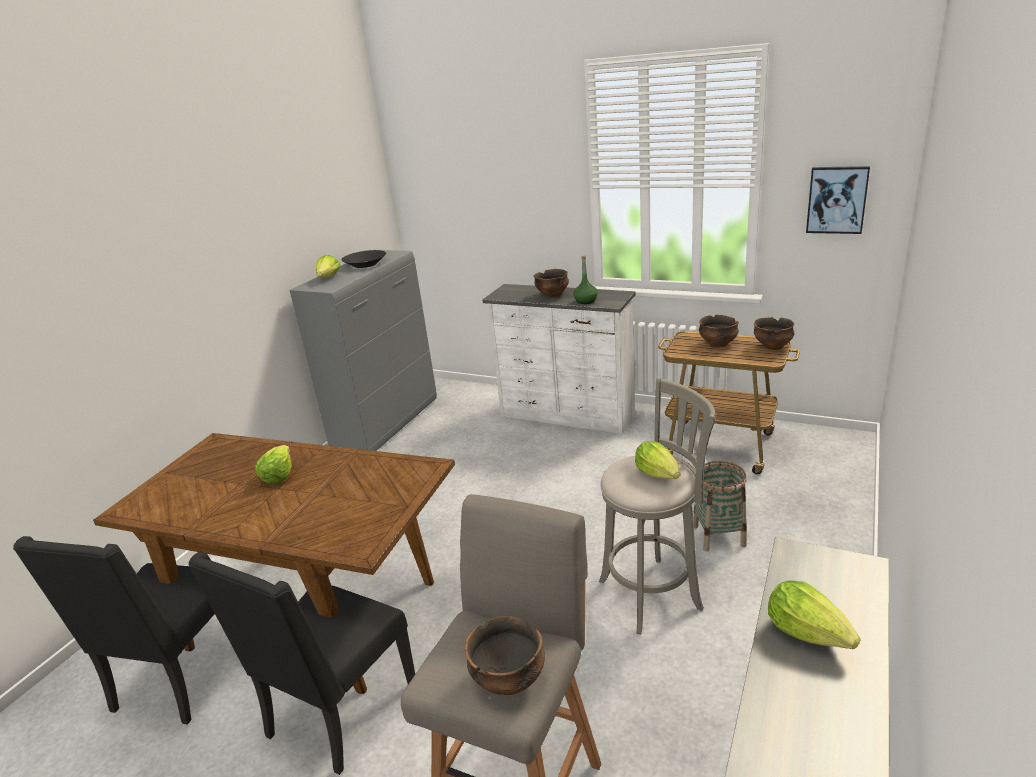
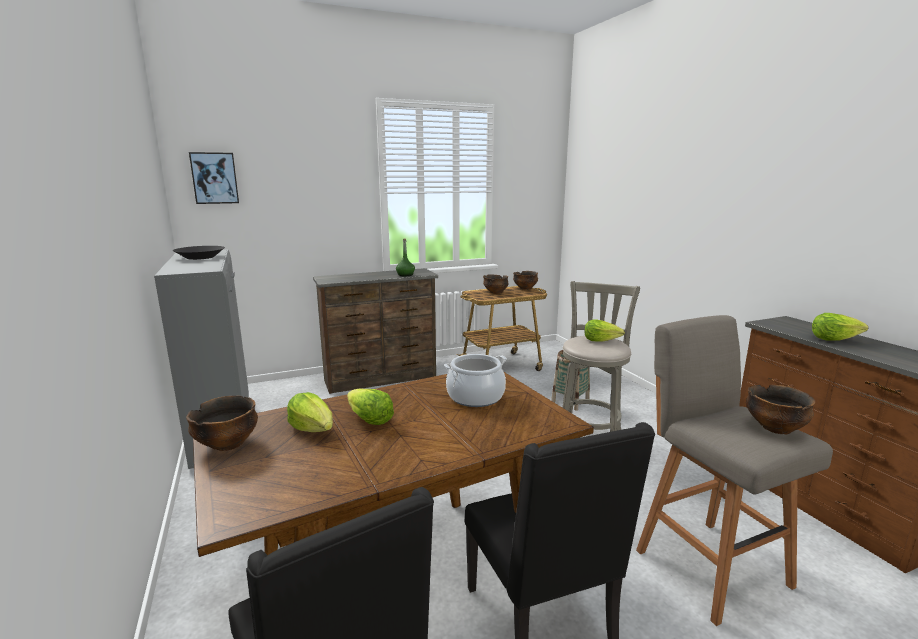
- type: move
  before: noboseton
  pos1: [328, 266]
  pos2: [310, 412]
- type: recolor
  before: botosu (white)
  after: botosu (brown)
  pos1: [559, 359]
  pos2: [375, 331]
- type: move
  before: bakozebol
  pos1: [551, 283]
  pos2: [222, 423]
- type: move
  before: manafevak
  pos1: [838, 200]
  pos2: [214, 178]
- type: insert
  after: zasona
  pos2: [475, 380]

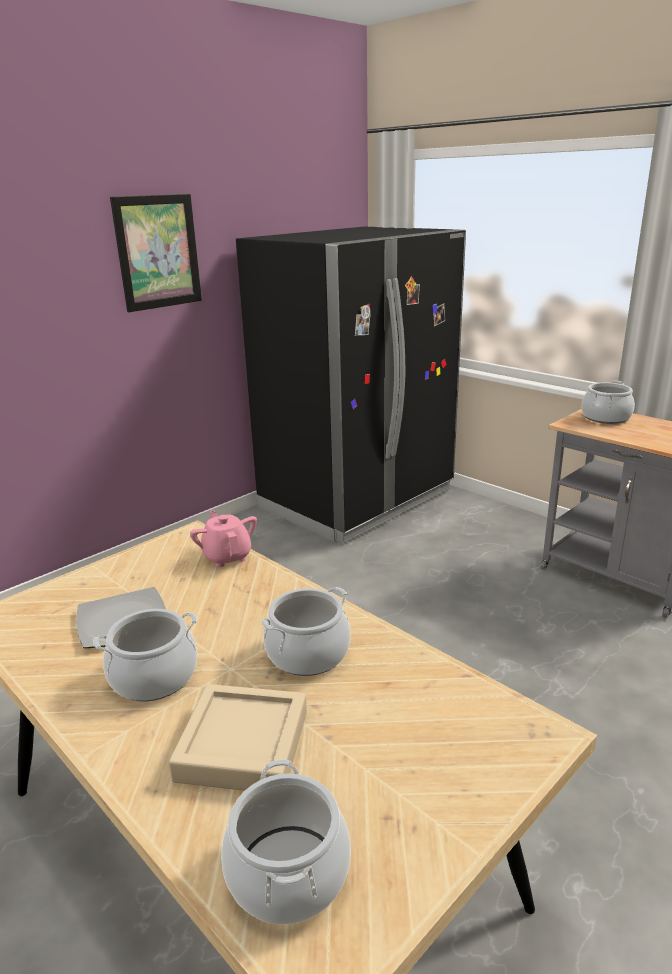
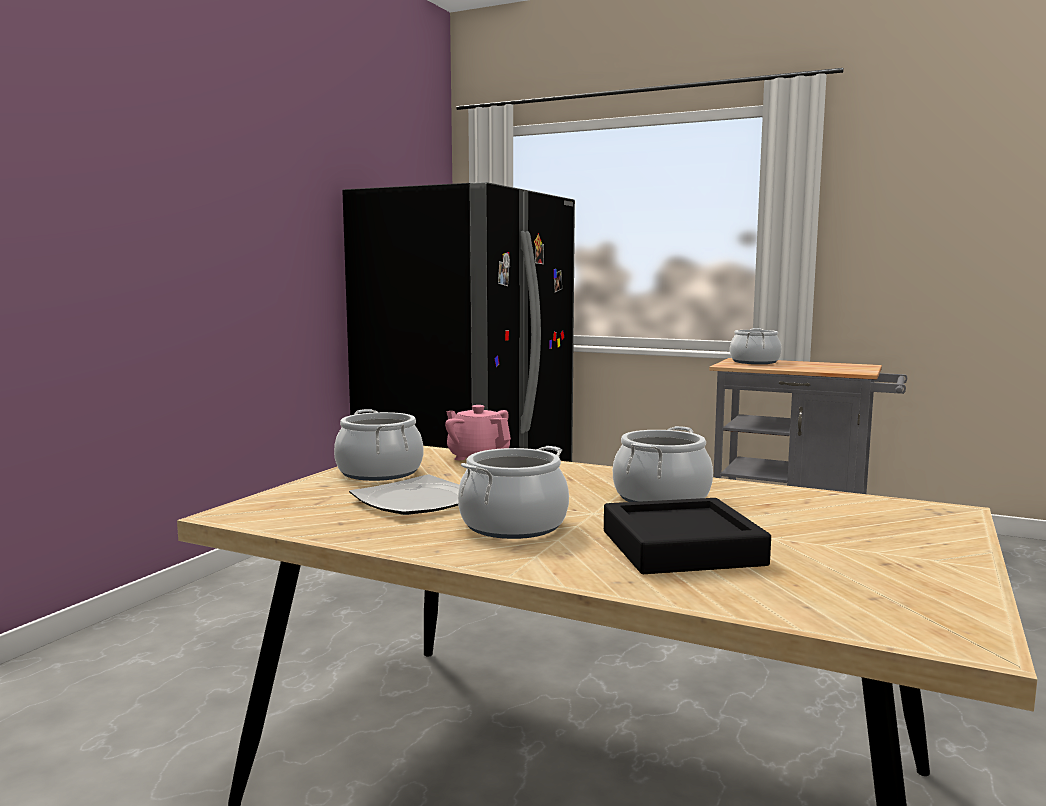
- type: delete
  before: manafevak
  pos1: [156, 253]
- type: recolor
  before: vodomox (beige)
  after: vodomox (black)
  pos1: [238, 737]
  pos2: [687, 536]
- type: move
  before: zasona
  pos1: [286, 842]
  pos2: [379, 445]

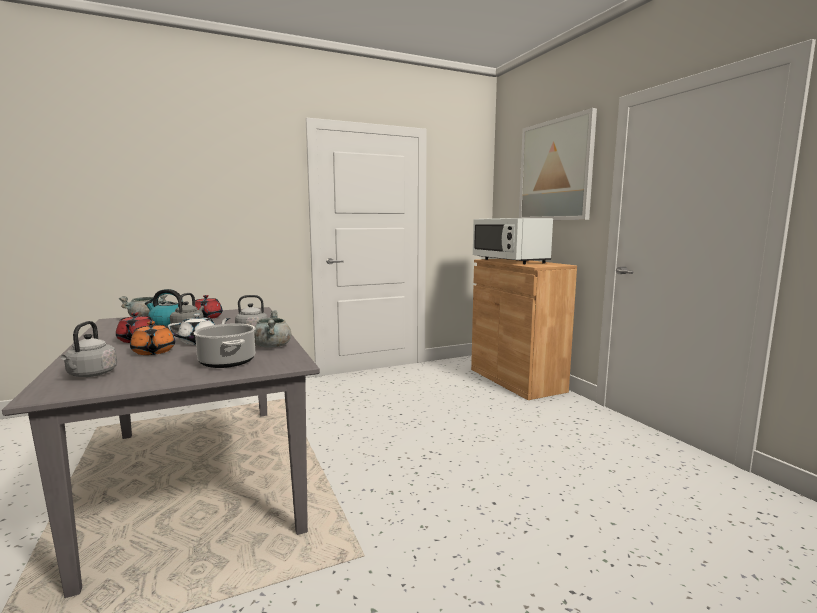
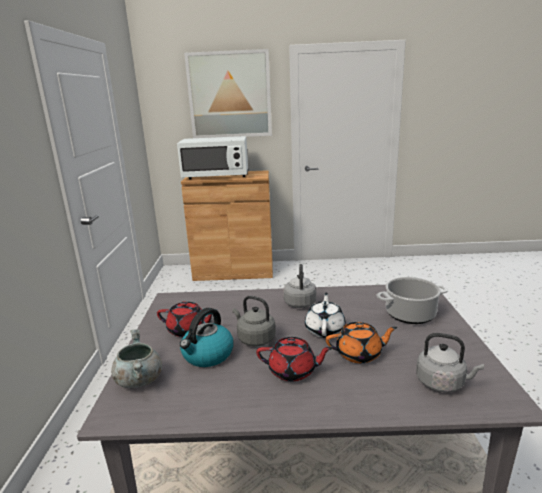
- type: delete
  before: zasona (grey)
  pos1: [273, 329]

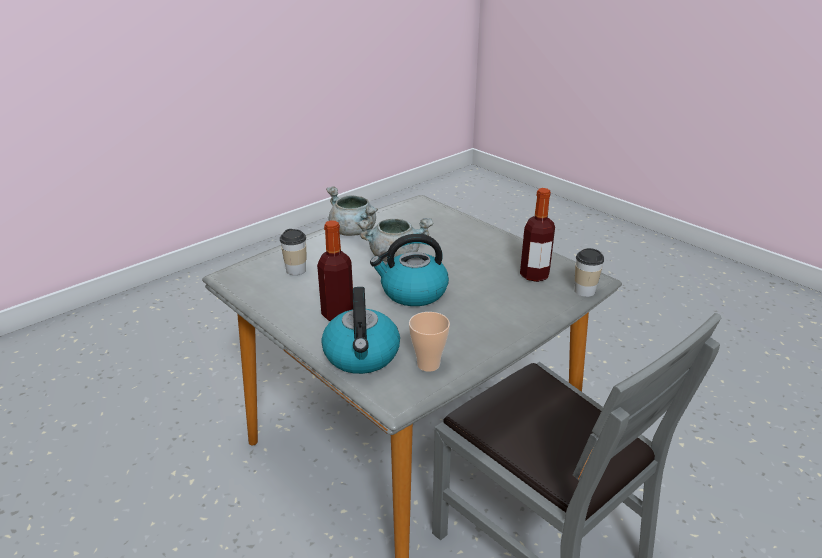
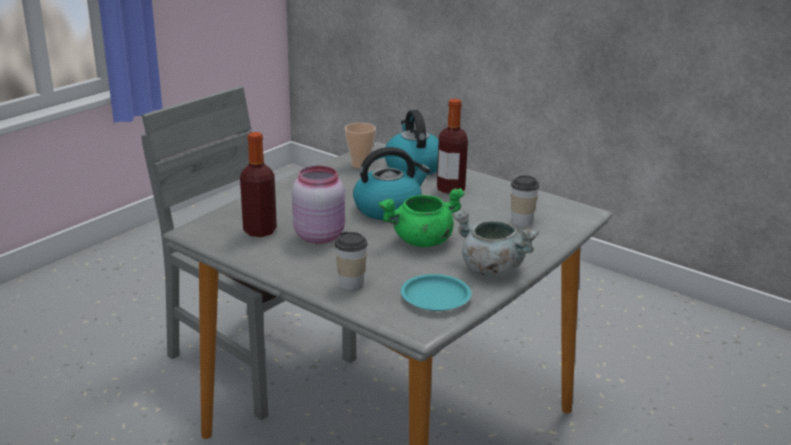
- type: recolor
  before: zasona (grey)
  after: zasona (green)
  pos1: [395, 240]
  pos2: [421, 217]
- type: move
  before: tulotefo
  pos1: [589, 272]
  pos2: [351, 261]
- type: insert
  after: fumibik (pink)
  pos2: [318, 205]
- type: insert
  after: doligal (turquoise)
  pos2: [436, 292]

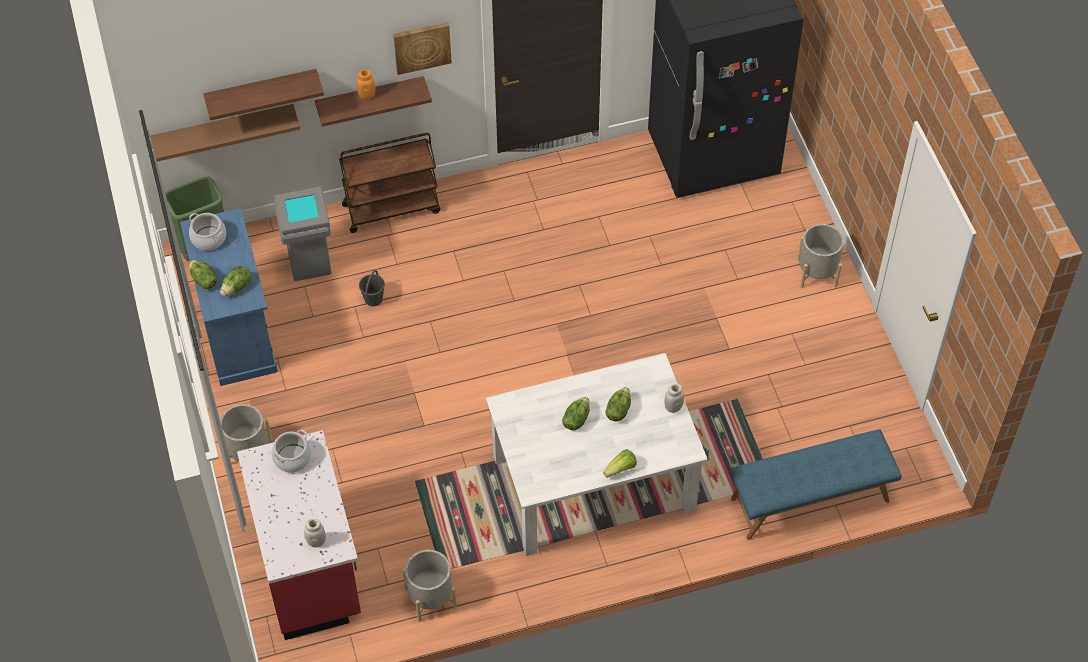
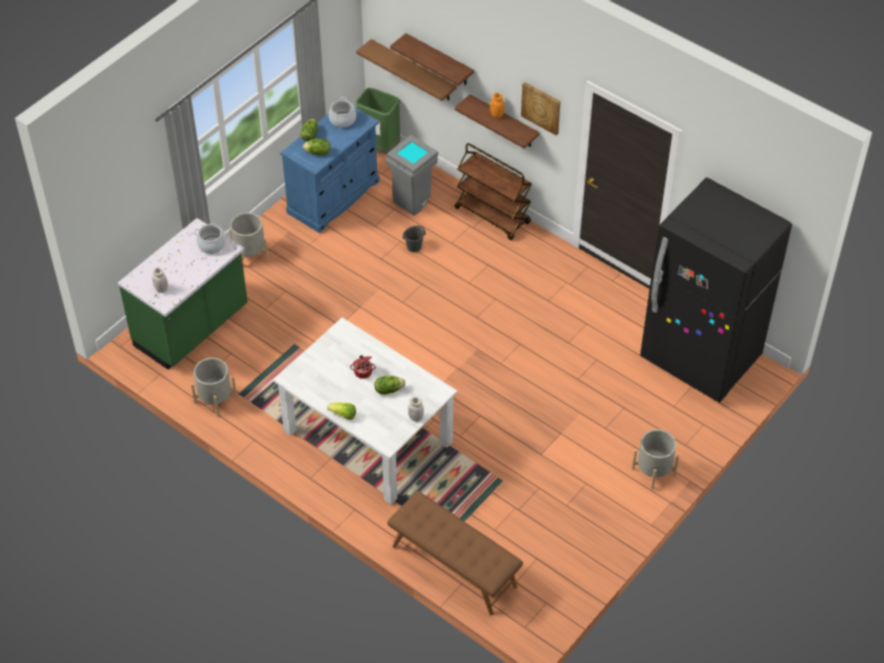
- type: recolor
  before: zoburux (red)
  after: zoburux (green)
  pos1: [299, 535]
  pos2: [183, 294]
- type: replace
  before: noboseton
  after: zasona
  pos1: [576, 413]
  pos2: [363, 367]
- type: recolor
  before: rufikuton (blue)
  after: rufikuton (brown)
  pos1: [816, 484]
  pos2: [455, 553]

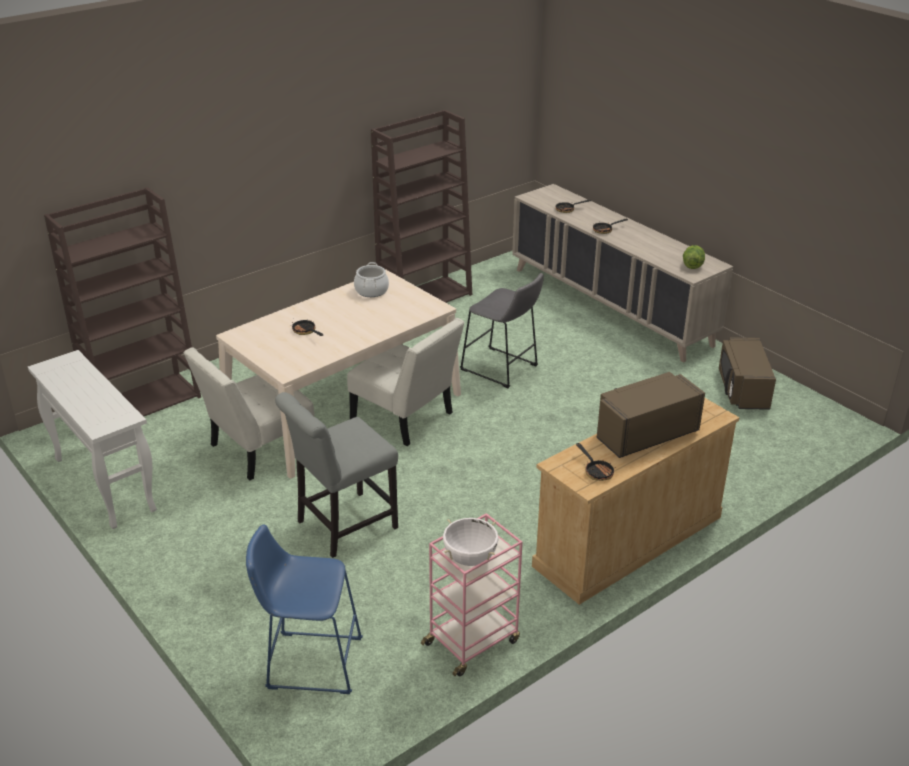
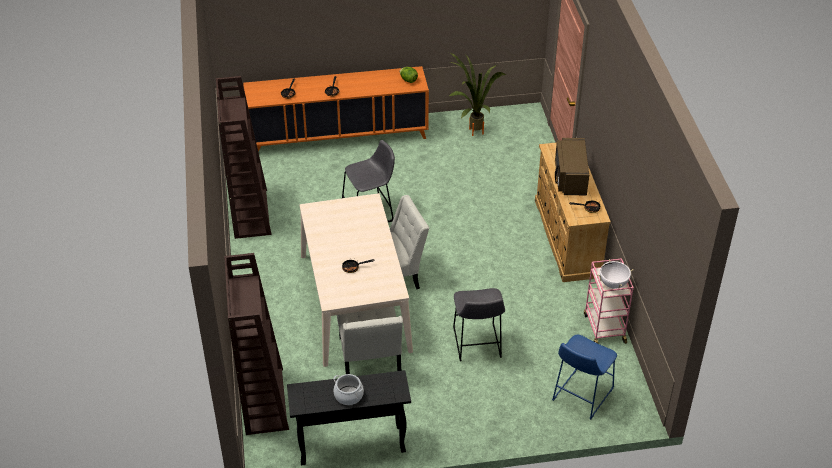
- type: recolor
  before: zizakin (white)
  after: zizakin (black)
  pos1: [92, 439]
  pos2: [349, 417]
- type: replace
  before: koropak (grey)
  after: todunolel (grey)
  pos1: [336, 475]
  pos2: [479, 324]
- type: move
  before: zasona
  pos1: [371, 279]
  pos2: [348, 389]
- type: recolor
  before: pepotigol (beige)
  after: pepotigol (orange)
  pos1: [622, 273]
  pos2: [336, 109]
- type: replace
  before: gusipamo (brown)
  after: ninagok
  pos1: [747, 373]
  pos2: [477, 94]

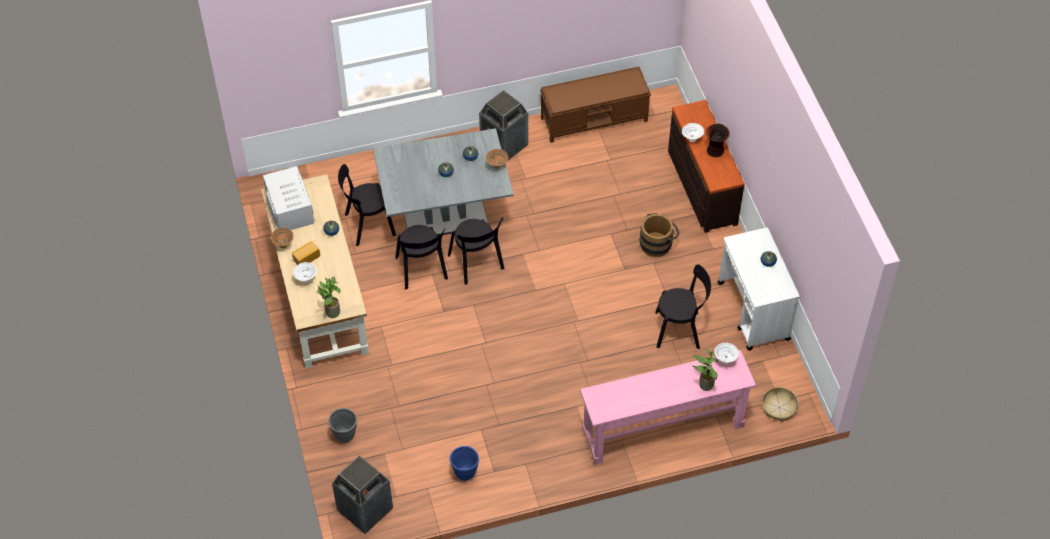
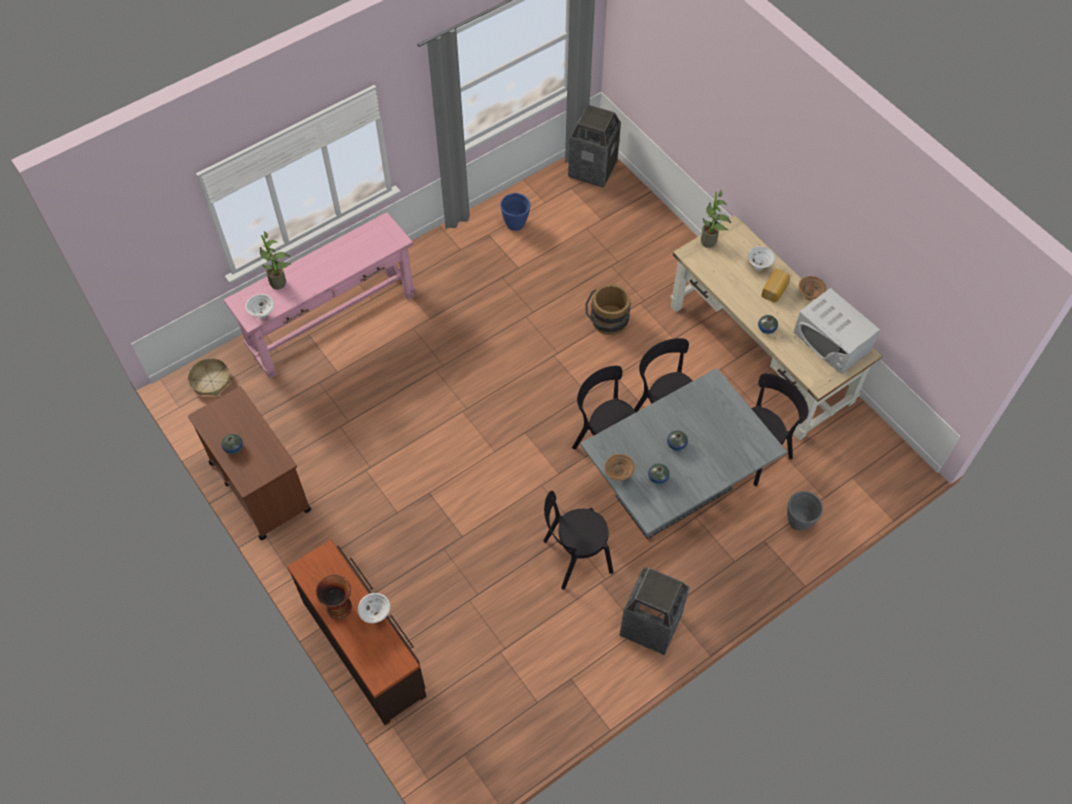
- type: move
  before: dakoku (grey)
  pos1: [342, 425]
  pos2: [805, 511]
- type: delete
  before: rufikuton (brown)
  pos1: [595, 105]
- type: move
  before: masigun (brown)
  pos1: [659, 235]
  pos2: [608, 309]
- type: move
  before: koropak (black)
  pos1: [683, 306]
  pos2: [578, 540]
- type: recolor
  before: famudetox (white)
  after: famudetox (brown)
  pos1: [759, 288]
  pos2: [249, 463]

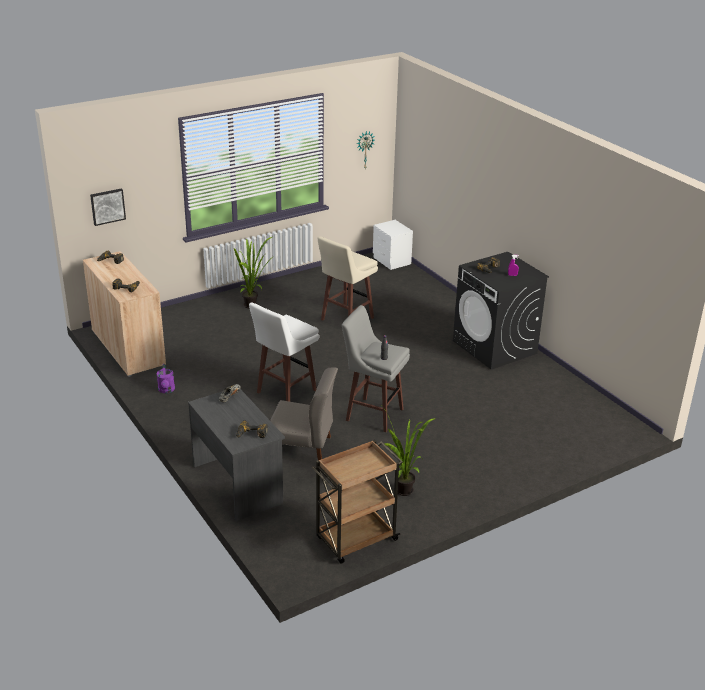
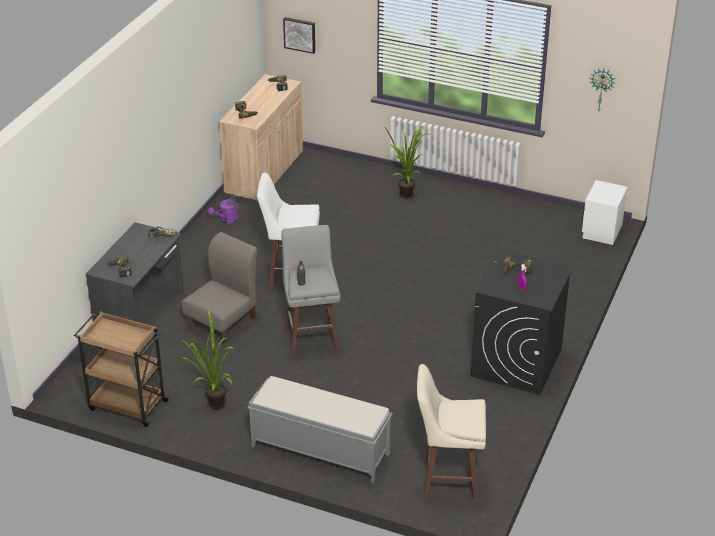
- type: rotate
  before: koropak (grey)
  pos1: [304, 413]
  pos2: [219, 288]
  turn: -120
- type: move
  before: todunolel (beige)
  pos1: [347, 278]
  pos2: [451, 433]
- type: insert
  after: rufikuton (grey)
  pos2: [320, 429]

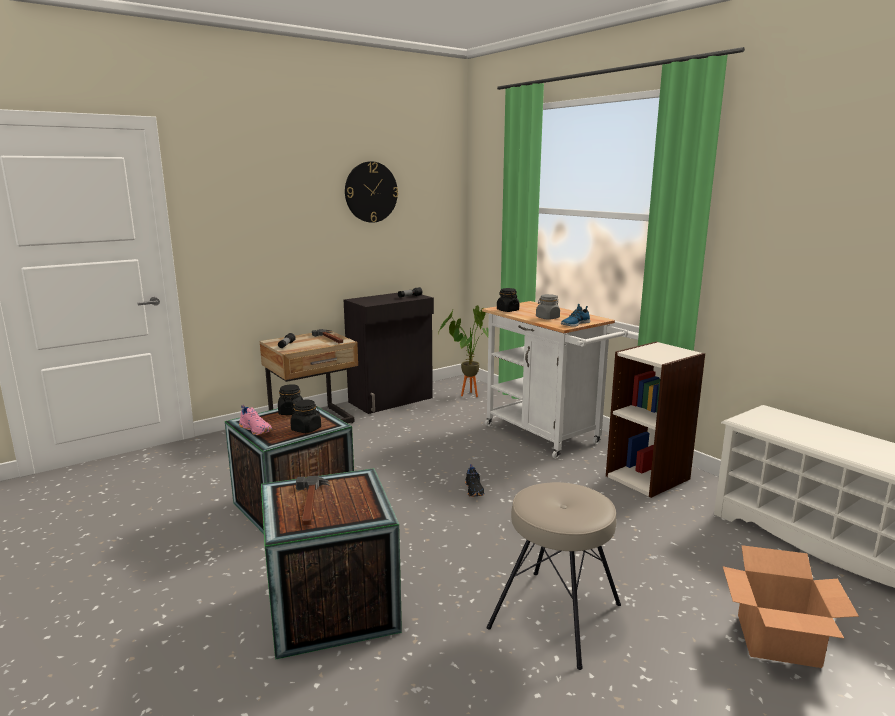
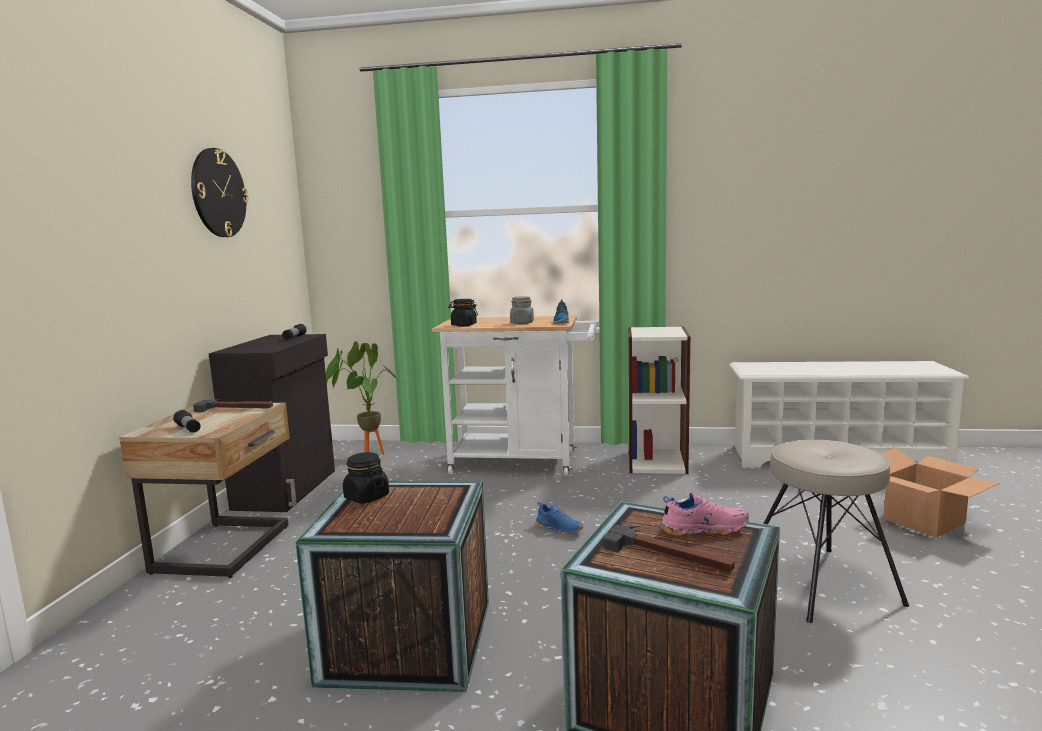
- type: move
  before: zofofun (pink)
  pos1: [255, 420]
  pos2: [705, 514]
- type: delete
  before: fumibik (black)
  pos1: [305, 416]
- type: recolor
  before: zofofun (black)
  after: zofofun (blue)
  pos1: [474, 480]
  pos2: [559, 518]

